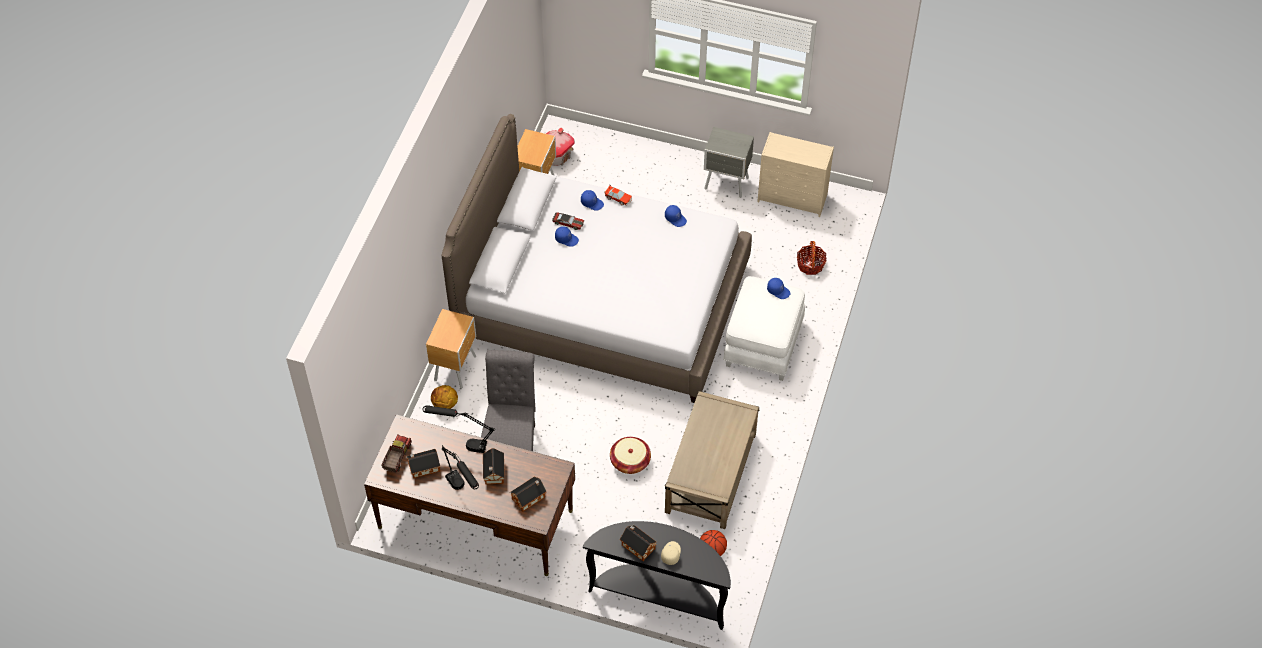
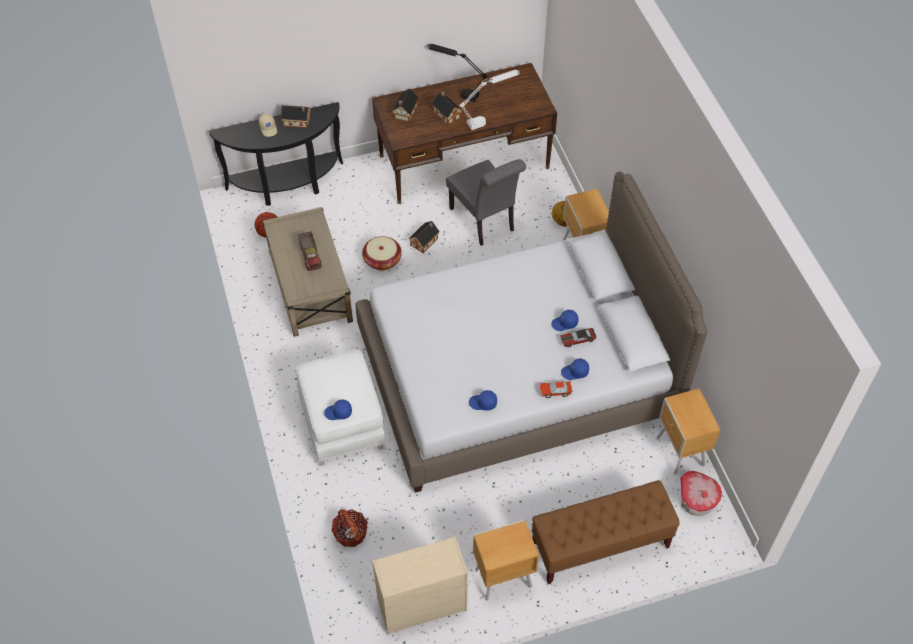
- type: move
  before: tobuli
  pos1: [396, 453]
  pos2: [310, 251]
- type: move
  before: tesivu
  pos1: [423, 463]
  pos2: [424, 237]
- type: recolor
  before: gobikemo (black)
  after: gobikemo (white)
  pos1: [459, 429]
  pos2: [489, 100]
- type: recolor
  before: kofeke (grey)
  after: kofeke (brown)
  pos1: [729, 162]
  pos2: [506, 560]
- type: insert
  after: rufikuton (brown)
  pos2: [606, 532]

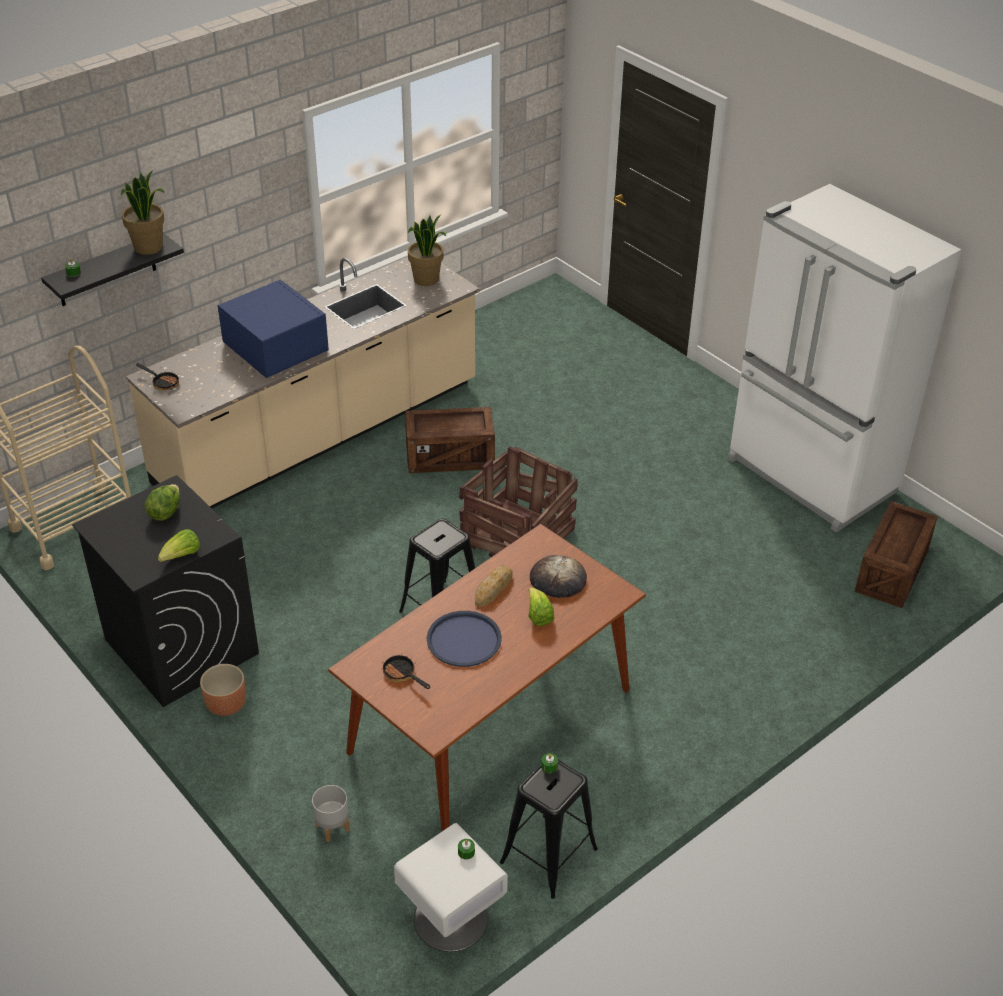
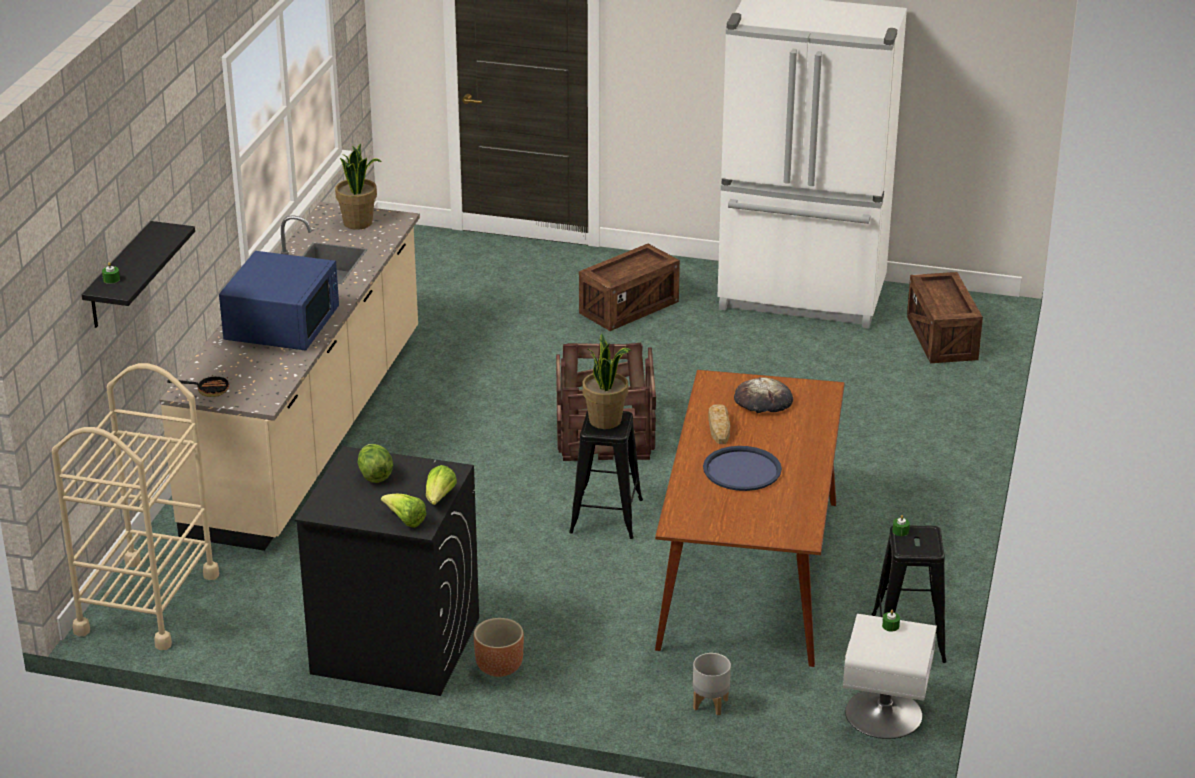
- type: move
  before: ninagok
  pos1: [143, 212]
  pos2: [607, 381]
- type: rotate
  before: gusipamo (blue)
  pos1: [273, 329]
  pos2: [279, 301]
  turn: 90
- type: delete
  before: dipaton
  pos1: [405, 672]
- type: move
  before: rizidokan
  pos1: [450, 440]
  pos2: [629, 287]
- type: move
  before: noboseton
  pos1: [541, 606]
  pos2: [403, 511]

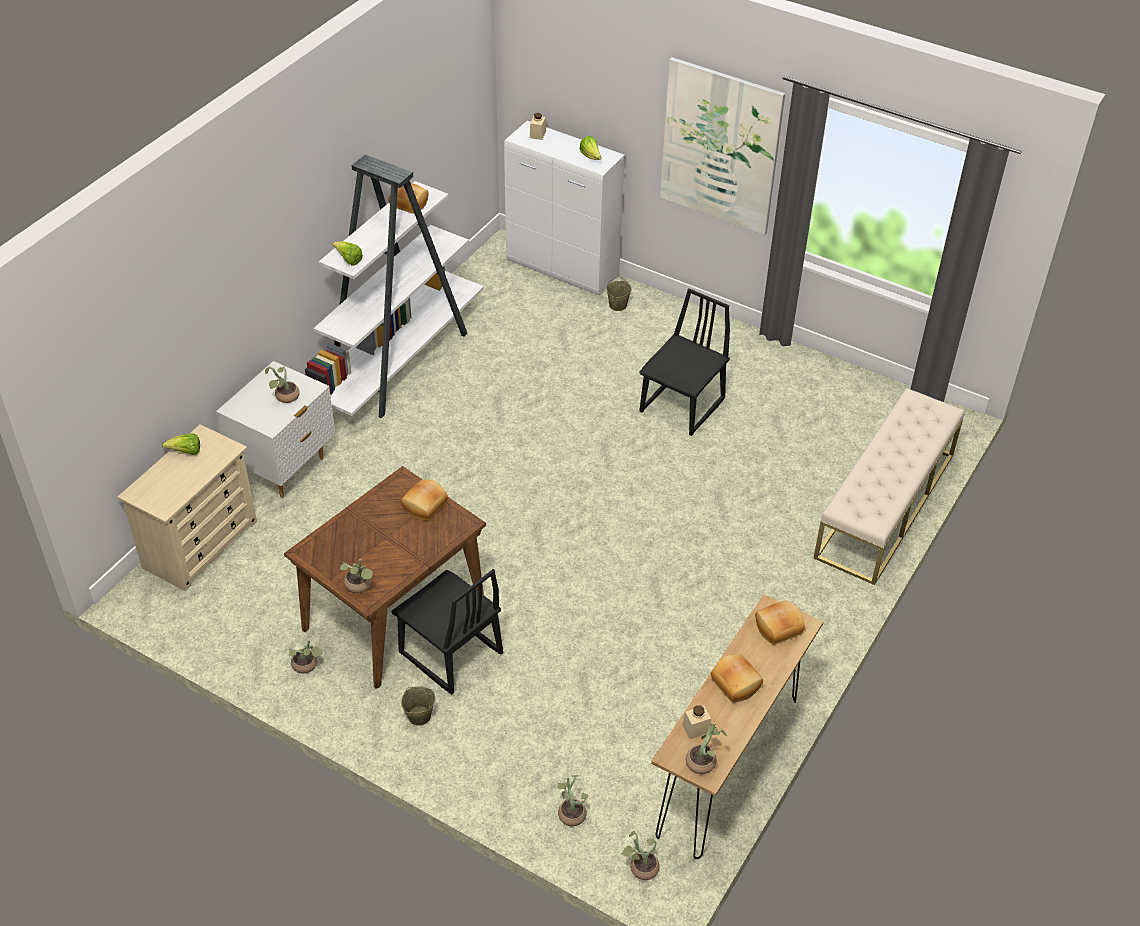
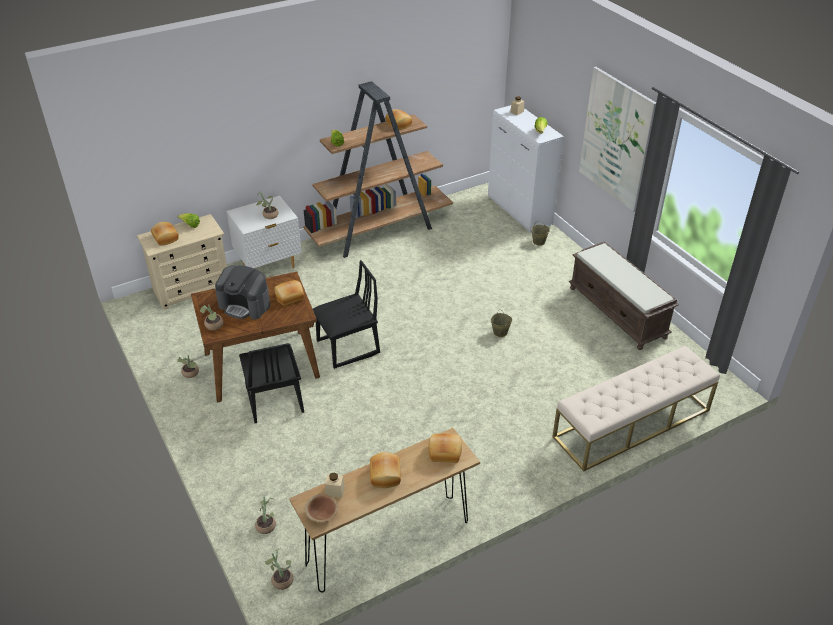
- type: recolor
  before: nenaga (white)
  after: nenaga (brown)
  pos1: [394, 286]
  pos2: [378, 169]
- type: move
  before: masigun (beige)
  pos1: [418, 706]
  pos2: [501, 323]
- type: move
  before: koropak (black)
  pos1: [684, 362]
  pos2: [346, 314]
- type: replace
  before: ninagok
  after: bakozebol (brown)
  pos1: [706, 748]
  pos2: [321, 508]
- type: insert
  after: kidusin
  pos2: [165, 233]
- type: insert
  after: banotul
  pos2: [242, 292]
- type: insert
  after: rufikuton (brown)
  pos2: [623, 295]

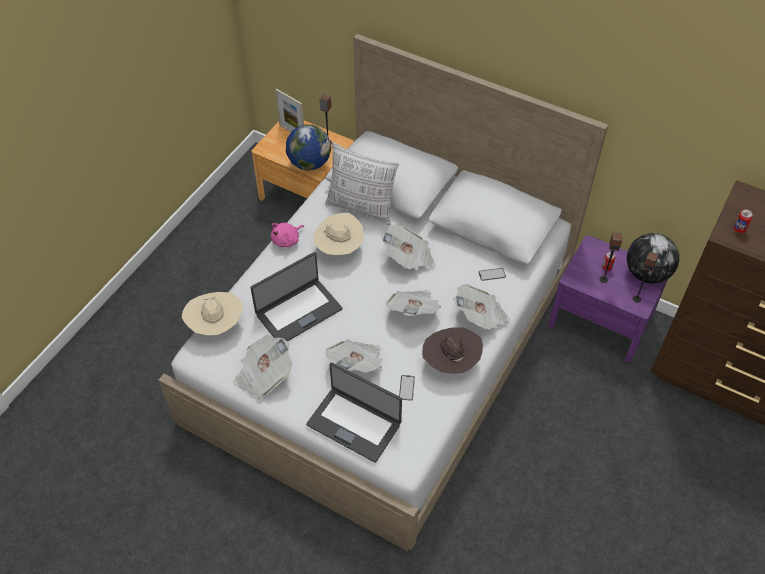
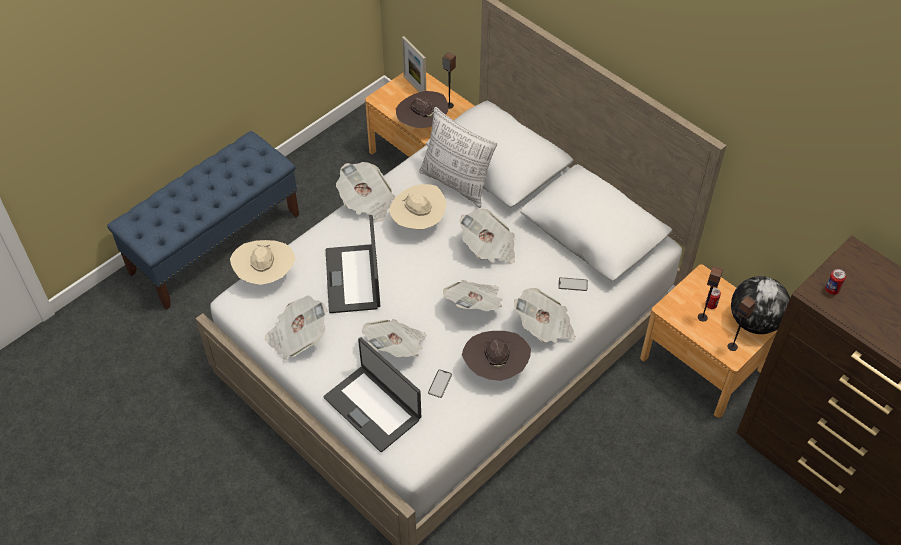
- type: rotate
  before: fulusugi
  pos1: [296, 296]
  pos2: [353, 264]
  turn: 105
- type: replace
  before: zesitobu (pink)
  after: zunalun
  pos1: [287, 235]
  pos2: [365, 192]
- type: replace
  before: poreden
  after: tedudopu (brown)
  pos1: [308, 147]
  pos2: [422, 109]
- type: recolor
  before: kofeke (purple)
  after: kofeke (brown)
  pos1: [608, 299]
  pos2: [708, 341]
- type: insert
  after: rufikuton (blue)
  pos2: [203, 220]

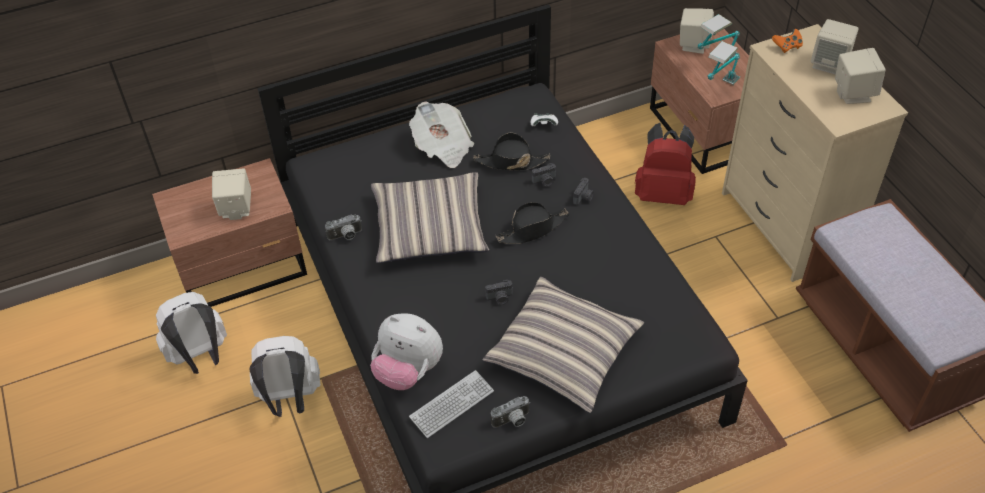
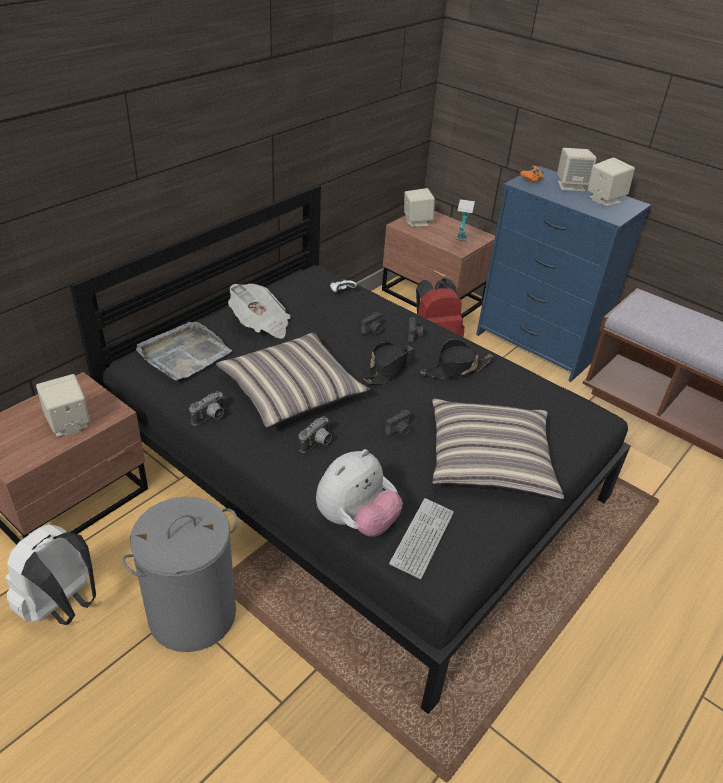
- type: replace
  before: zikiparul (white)
  after: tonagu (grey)
  pos1: [284, 376]
  pos2: [179, 574]
- type: rotate
  before: zesitobu
  pos1: [406, 351]
  pos2: [359, 493]
  turn: -45
- type: move
  before: tedudopu (black)
  pos1: [511, 151]
  pos2: [456, 359]
- type: move
  before: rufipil
  pos1: [510, 412]
  pos2: [315, 434]
- type: delete
  before: gobikemo
  pos1: [719, 37]
- type: recolor
  before: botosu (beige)
  after: botosu (blue)
  pos1: [815, 153]
  pos2: [563, 274]
- type: insert
  after: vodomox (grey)
  pos2: [184, 351]

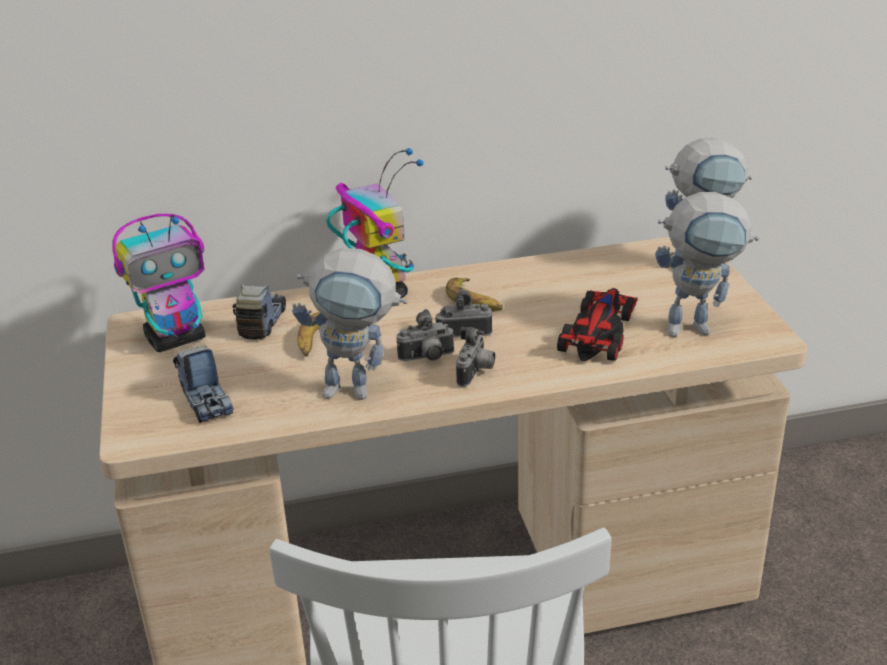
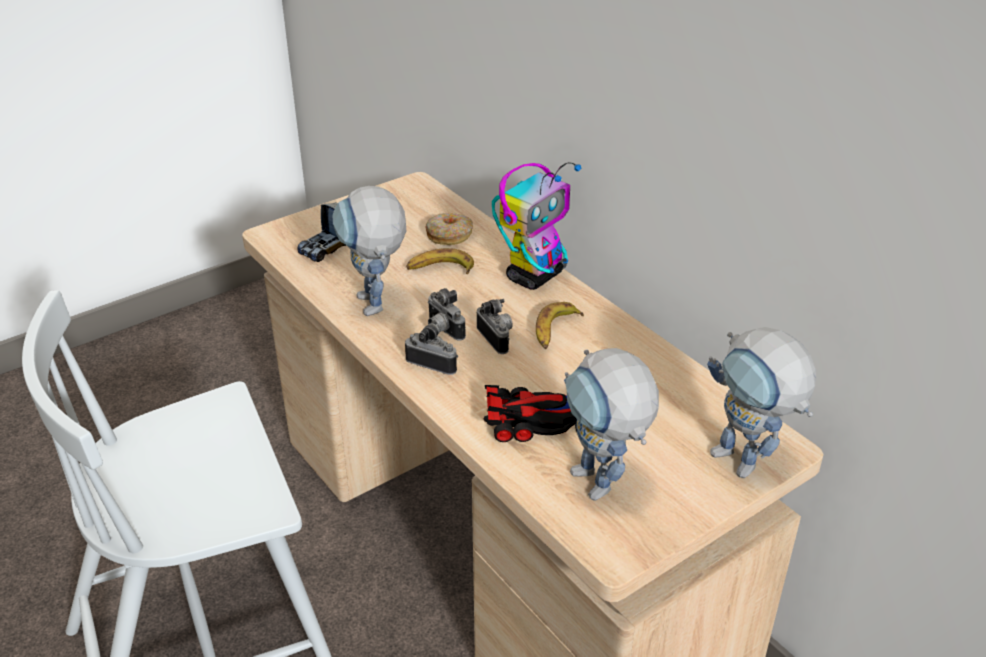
- type: delete
  before: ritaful
  pos1: [159, 283]
- type: replace
  before: tobuli
  after: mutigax
  pos1: [259, 311]
  pos2: [449, 229]
- type: rotate
  before: rufipil
  pos1: [475, 357]
  pos2: [431, 348]
  turn: -150

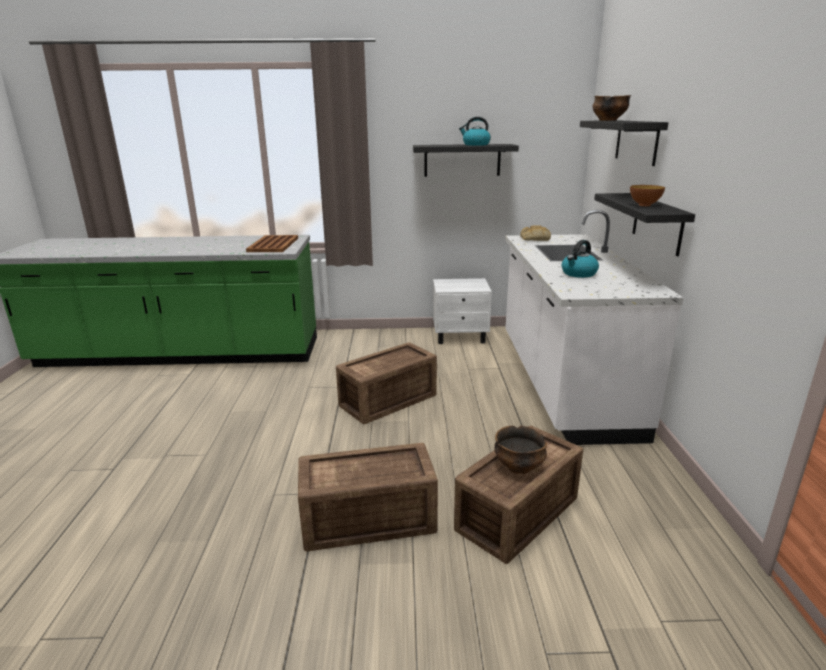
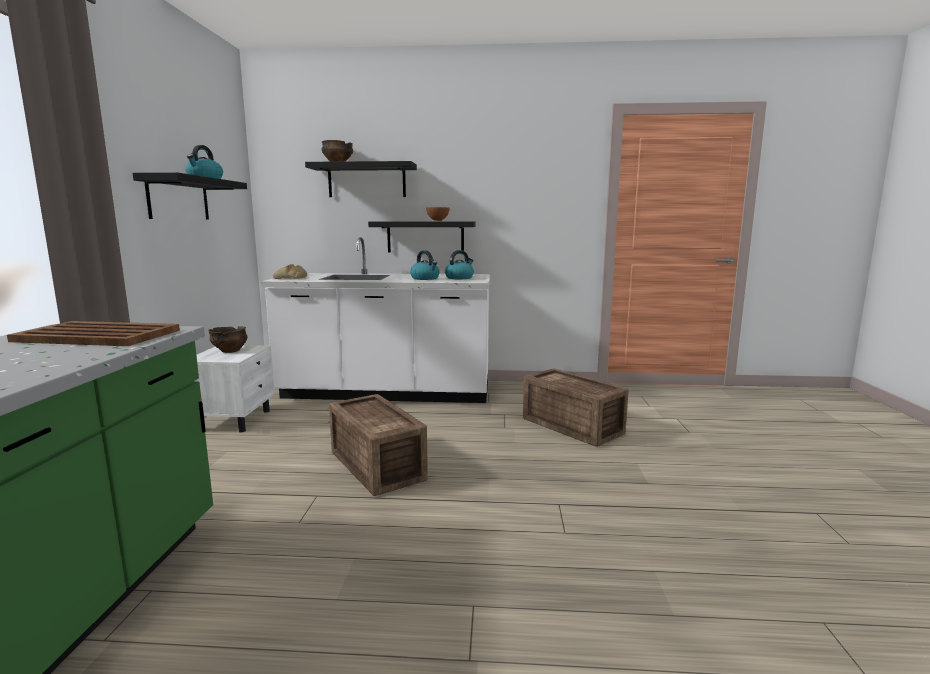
- type: delete
  before: rizidokan
  pos1: [368, 497]
- type: move
  before: bakozebol
  pos1: [520, 450]
  pos2: [227, 339]
- type: insert
  after: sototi
  pos2: [459, 264]

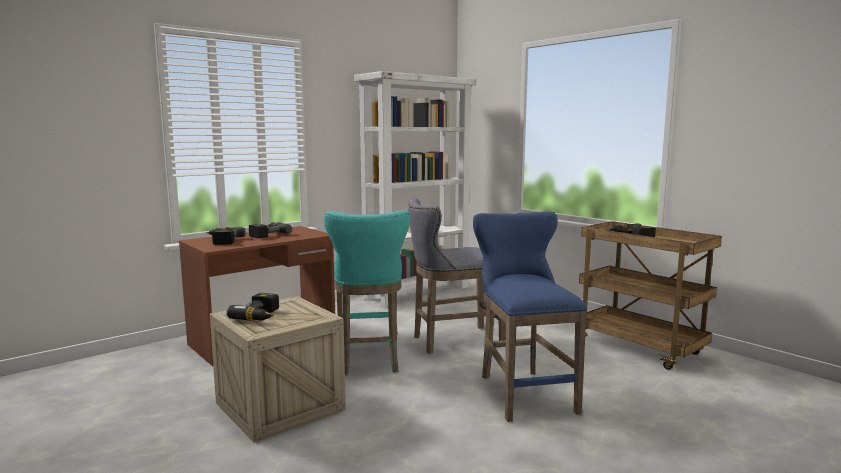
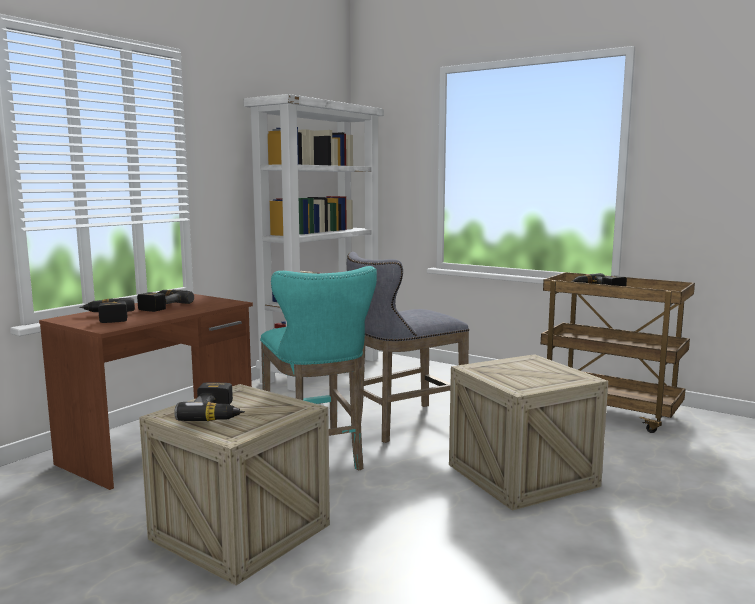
- type: replace
  before: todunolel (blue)
  after: rizidokan
  pos1: [530, 316]
  pos2: [528, 432]

